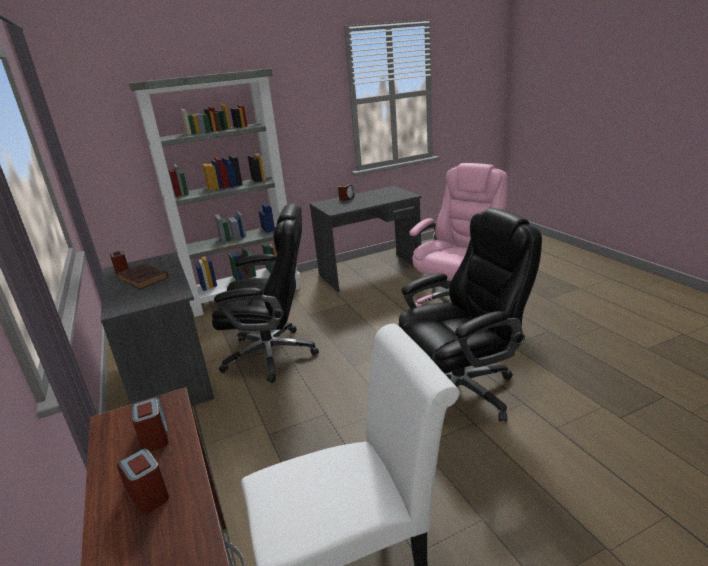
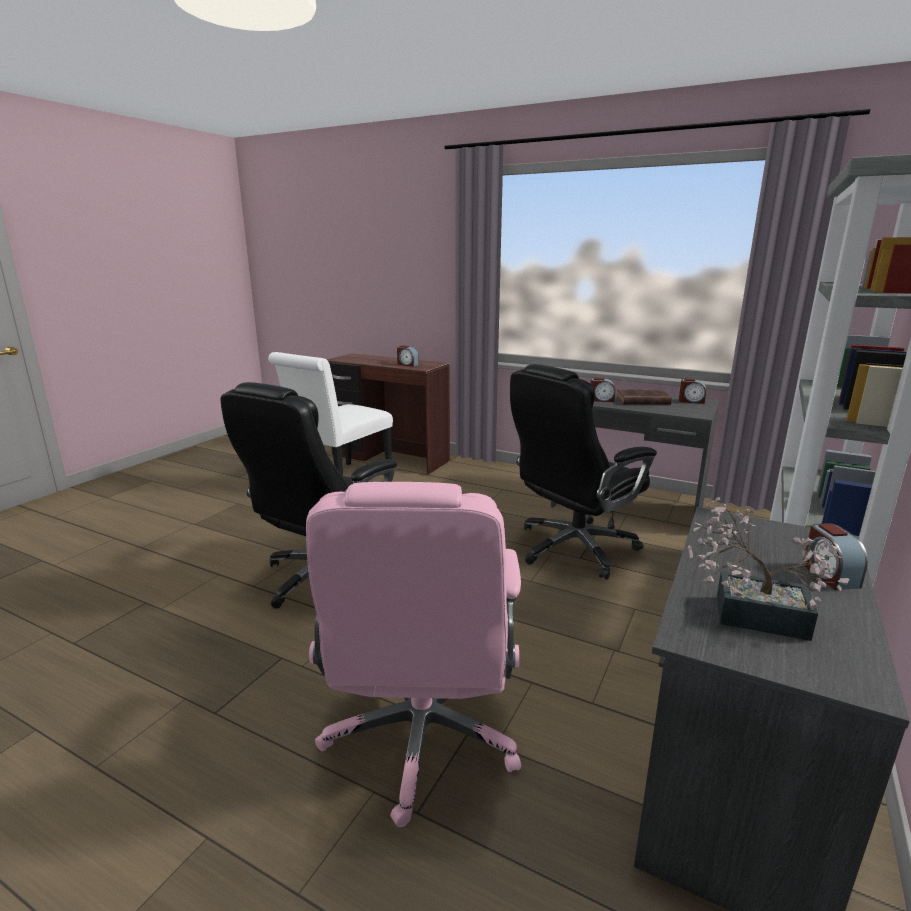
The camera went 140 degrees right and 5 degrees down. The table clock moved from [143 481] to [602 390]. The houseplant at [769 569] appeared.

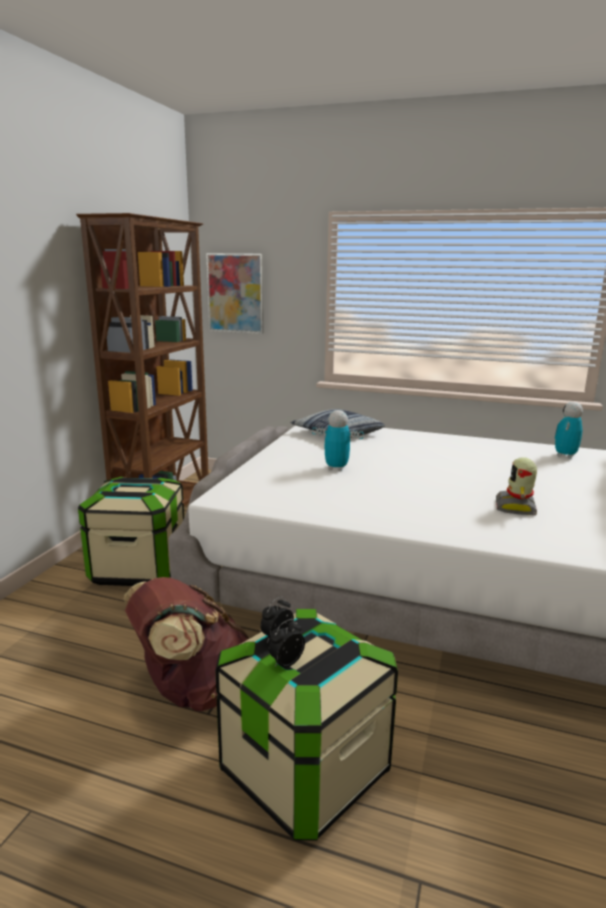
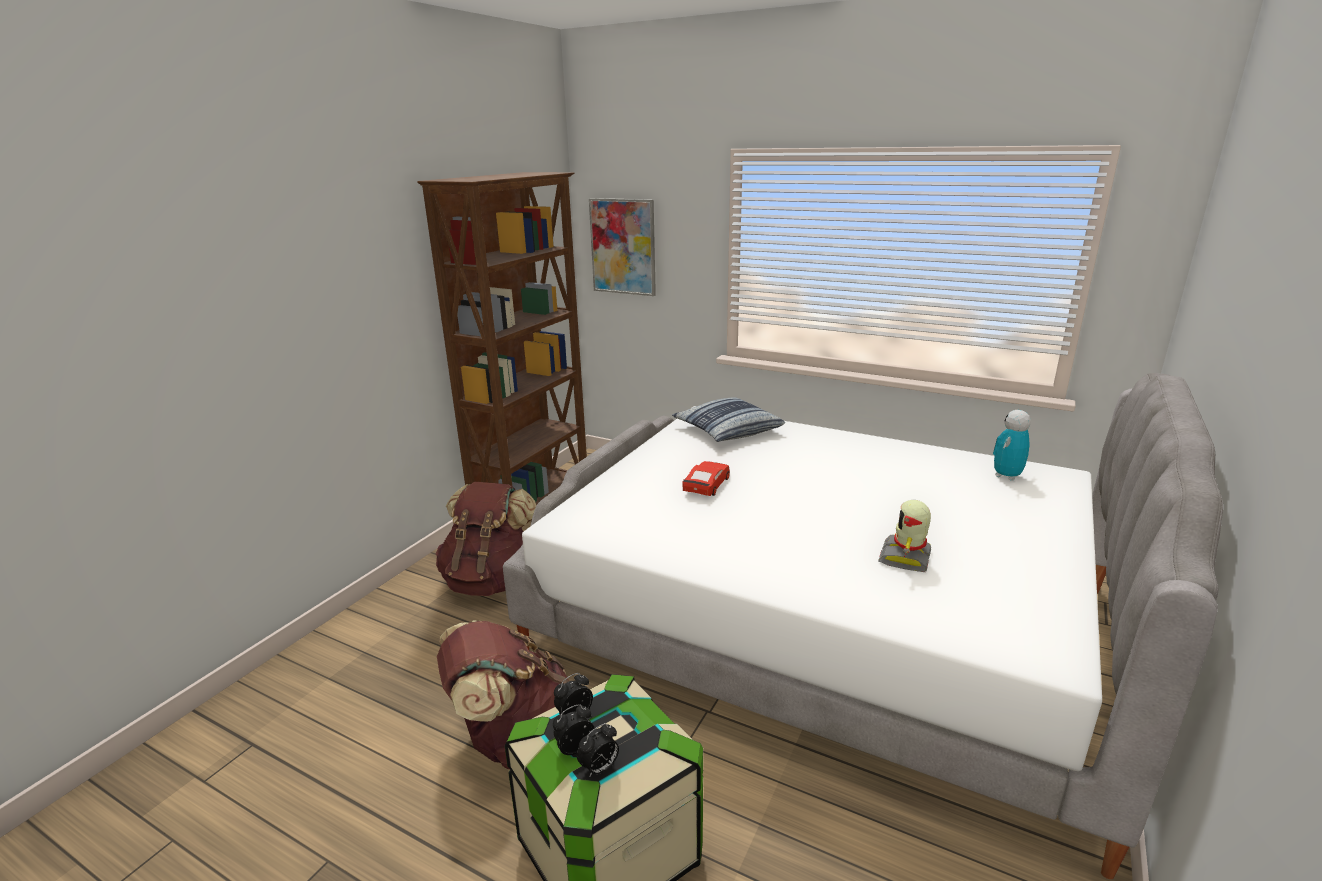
The camera went 10 degrees right and 5 degrees up. The toy robot at [338 440] was replaced by the red-coloured toy car at [706 478]. The storage bin at [131 531] was replaced by the brownish knapsack at [486 539]. The table clock at [598 749] appeared.

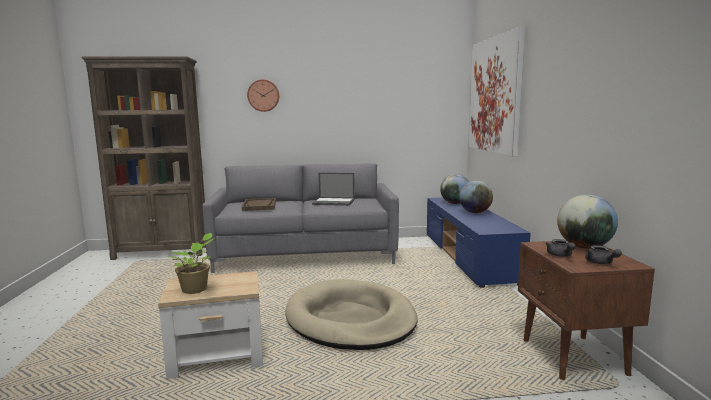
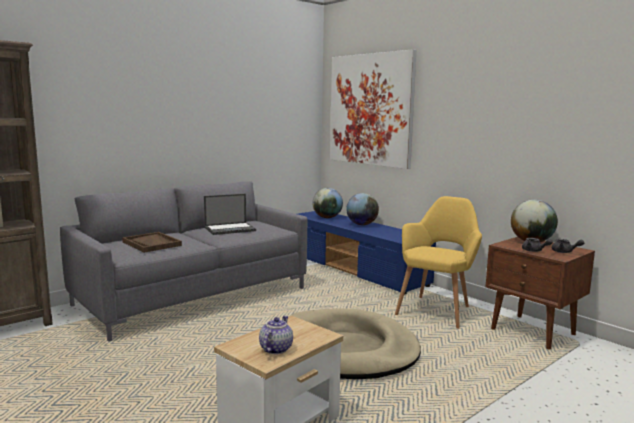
The camera went 35 degrees left and 0 degrees up. The hanging clock at [263 95] disappeared. The houseplant at [191 263] was replaced by the teapot at [276 335]. The yellowish armchair at [438 262] appeared.

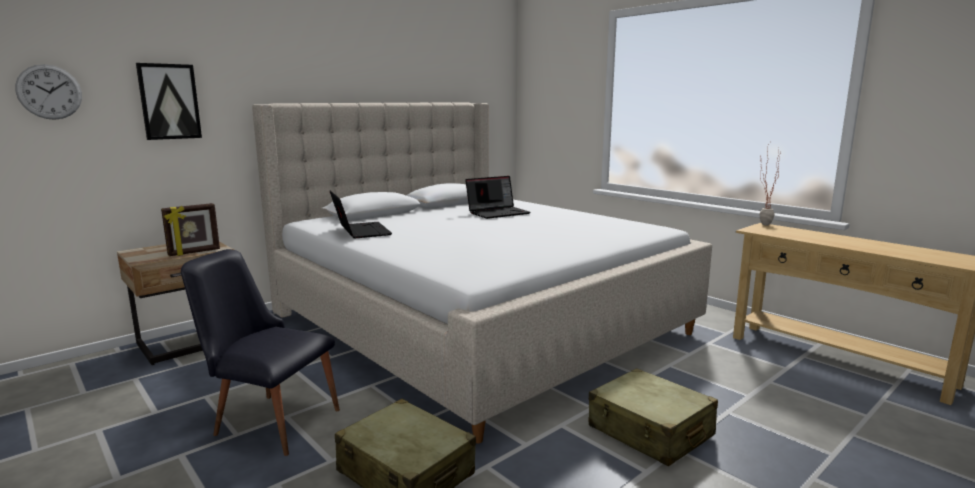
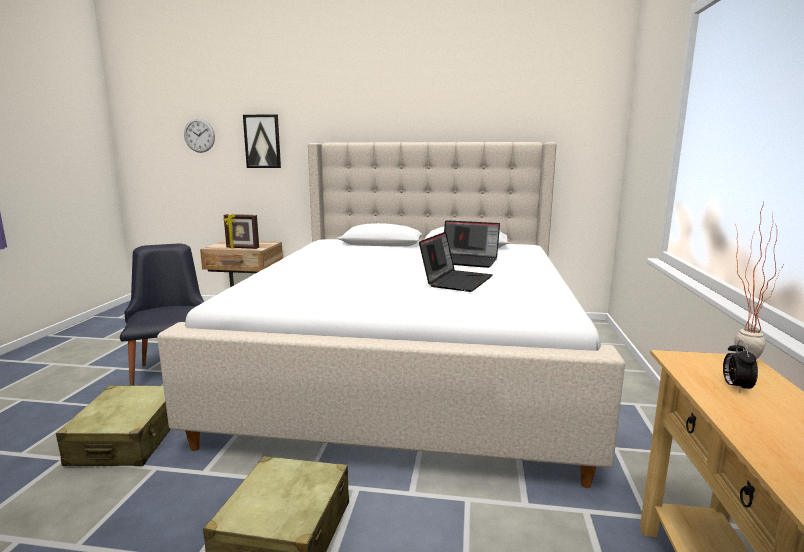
The camera went 50 degrees right and 0 degrees up. The portable computer moved from [361 214] to [455 262]. The table clock at [740 366] appeared.

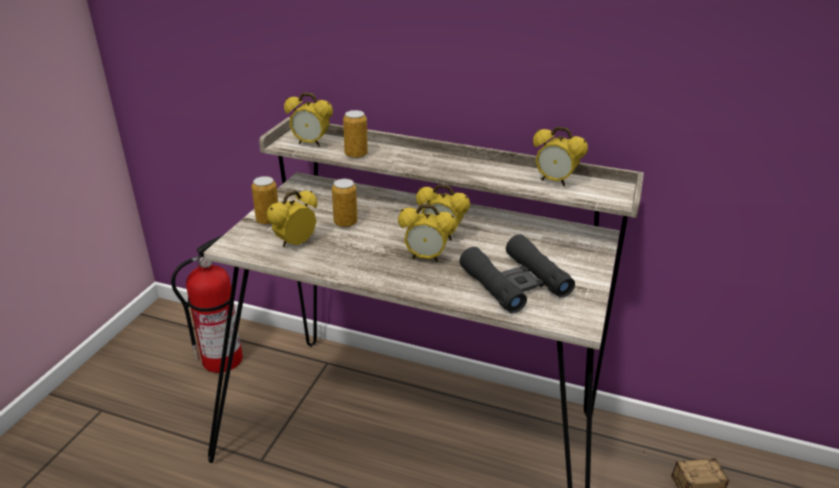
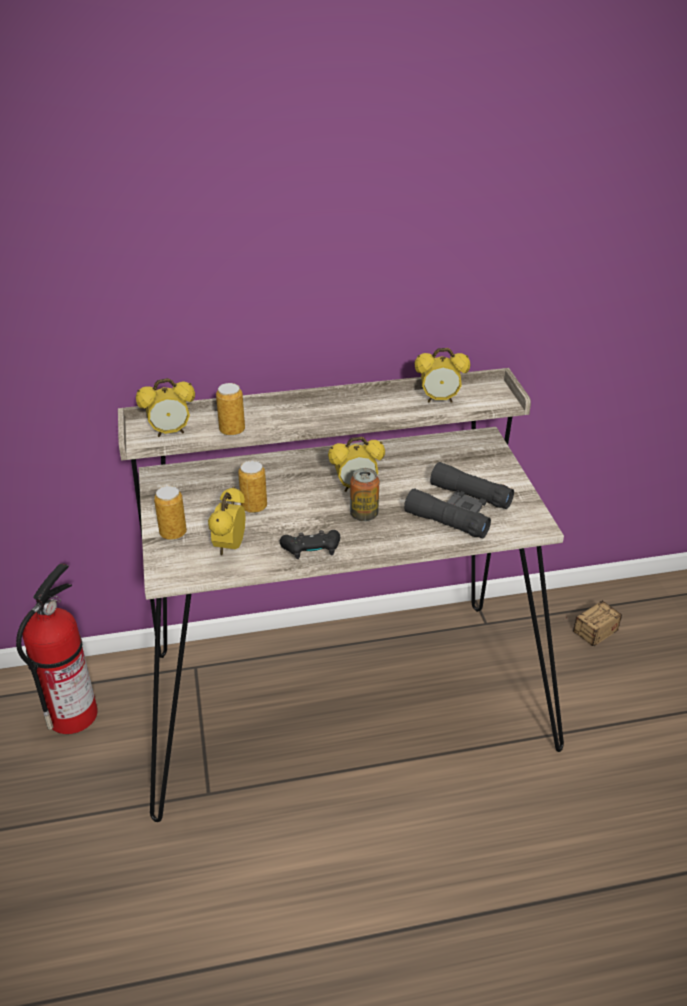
The camera went 30 degrees left and 5 degrees up. The table clock at [427 233] was replaced by the can at [364 494]. The black gamepad at [310 544] appeared.

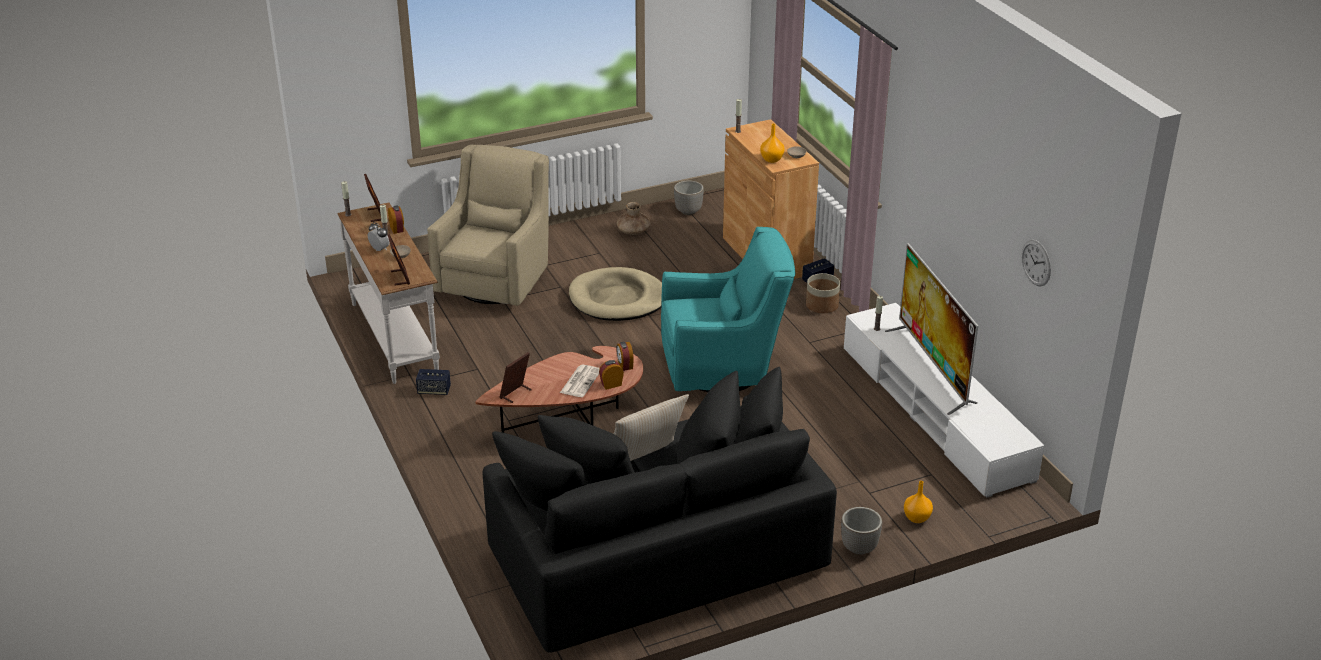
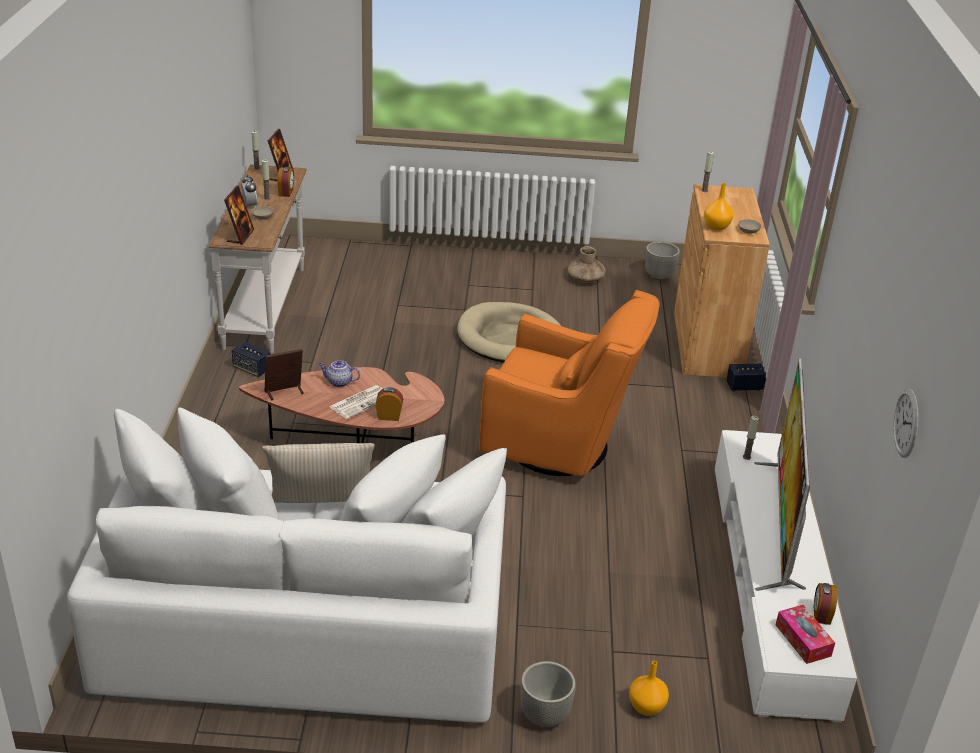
The camera went 25 degrees right and 0 degrees up. The beige armchair at [488 225] disappeared. The blue-green armchair at [728 309] became the orangey armchair at [569 383]. The planter at [823 293] disappeared. The table clock moved from [625 356] to [826 604]. The black settee at [660 510] became the white-coloured settee at [287 565]. The teapot at [339 373] appeared. The box of tissues at [805 634] appeared.

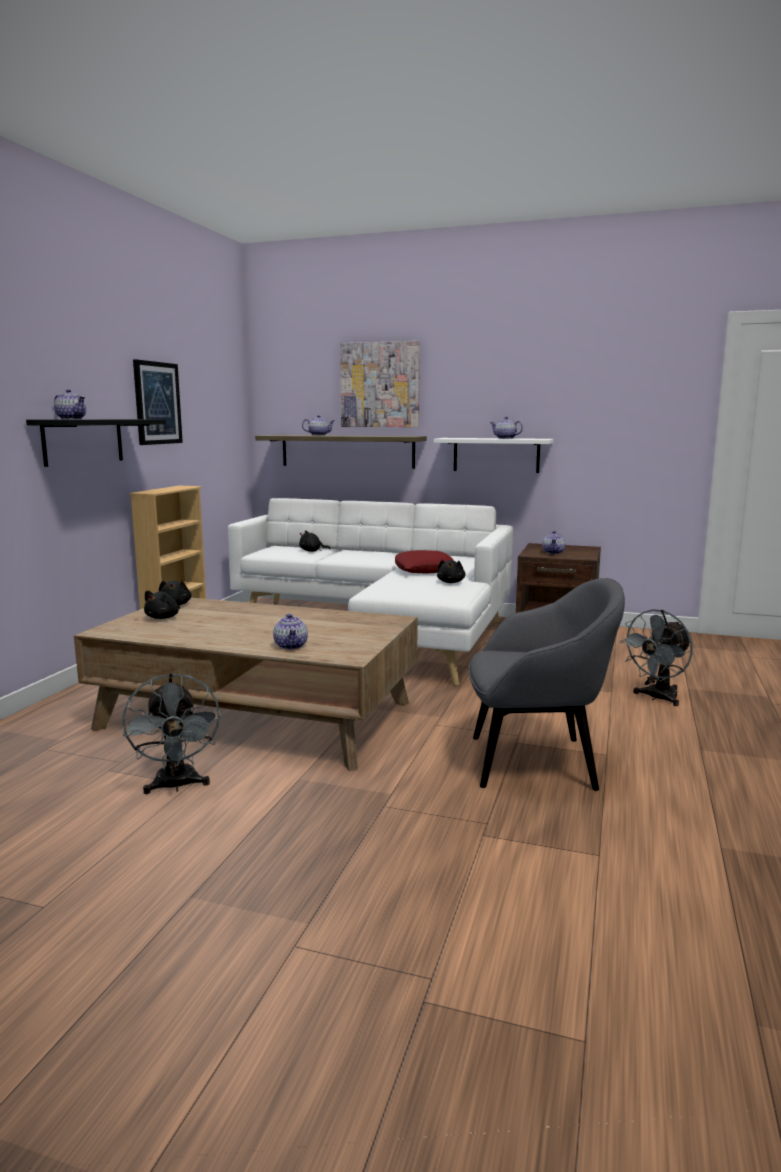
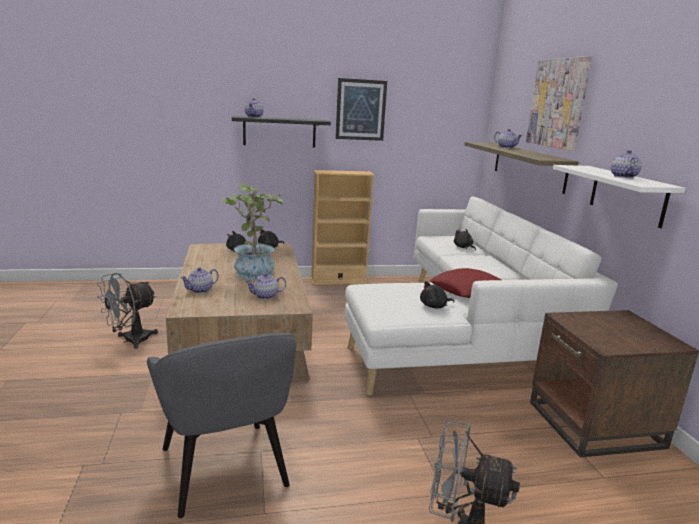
The camera went 60 degrees right and 5 degrees up. The teapot moved from [553 542] to [265 286]. The houseplant at [250 231] appeared.

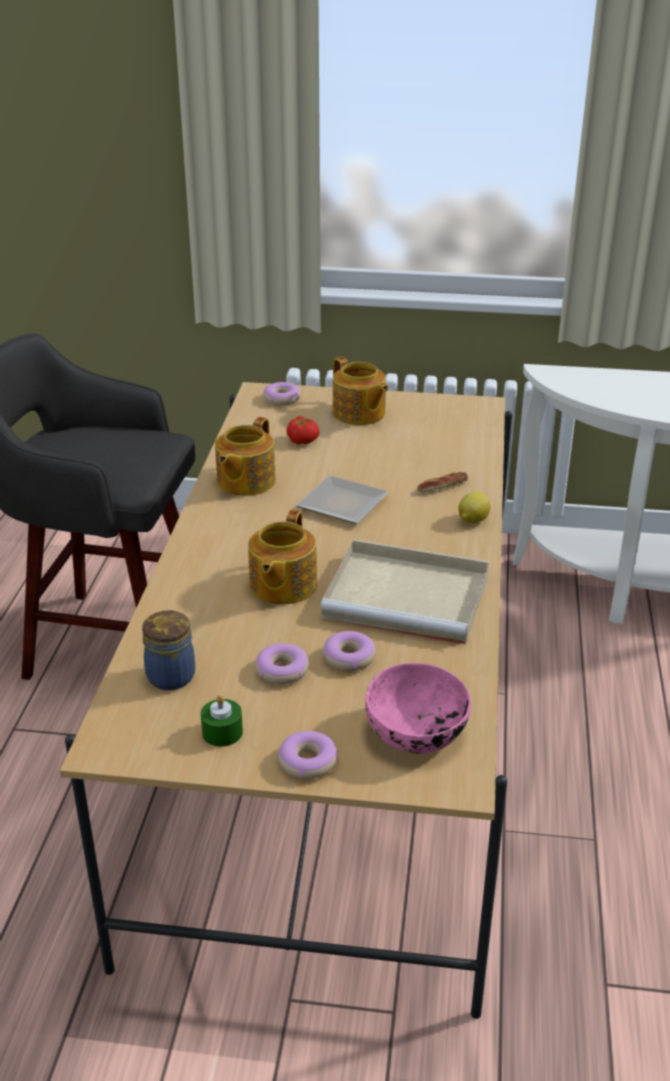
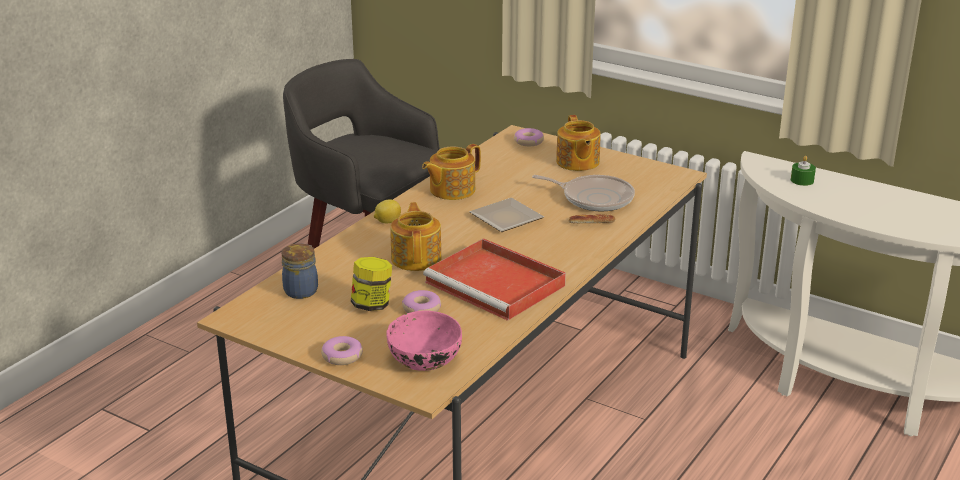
The camera went 25 degrees right and 5 degrees down. The fresh tomato at [303 430] disappeared. The lemon moved from [474 507] to [387 211]. The teapot at [282 557] turned 135 degrees clockwise. The beige tray at [404 591] became the red-coloured tray at [494 279]. The ring doughnut at [282 663] was replaced by the storage jar at [371 284]. The greenish candle moved from [222 721] to [803 171]. The frying pan at [583 193] appeared.

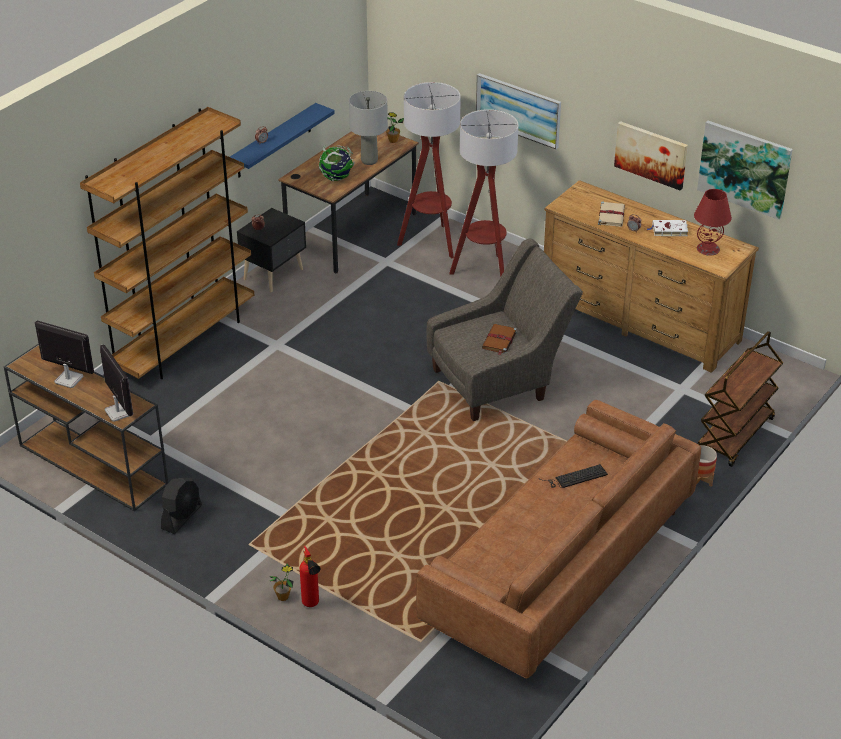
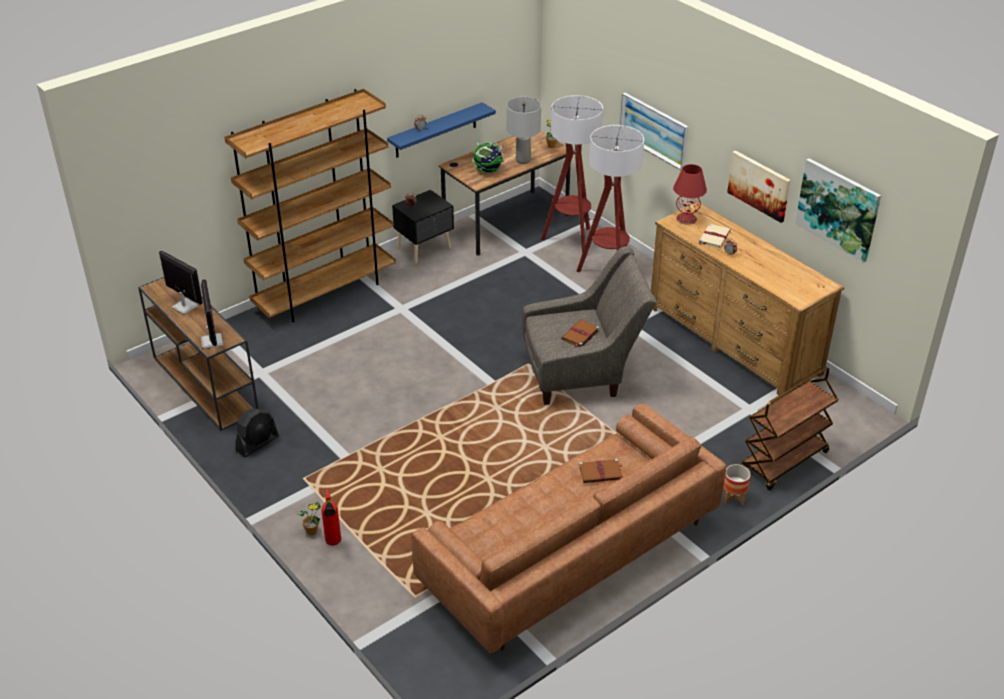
The camera went 15 degrees right and 0 degrees up. The red-coloured table lamp moved from [713 222] to [690 194]. The white-coloured volume at [667 228] disappeared. The keyboard at [573 476] was replaced by the brownish volume at [601 471].

